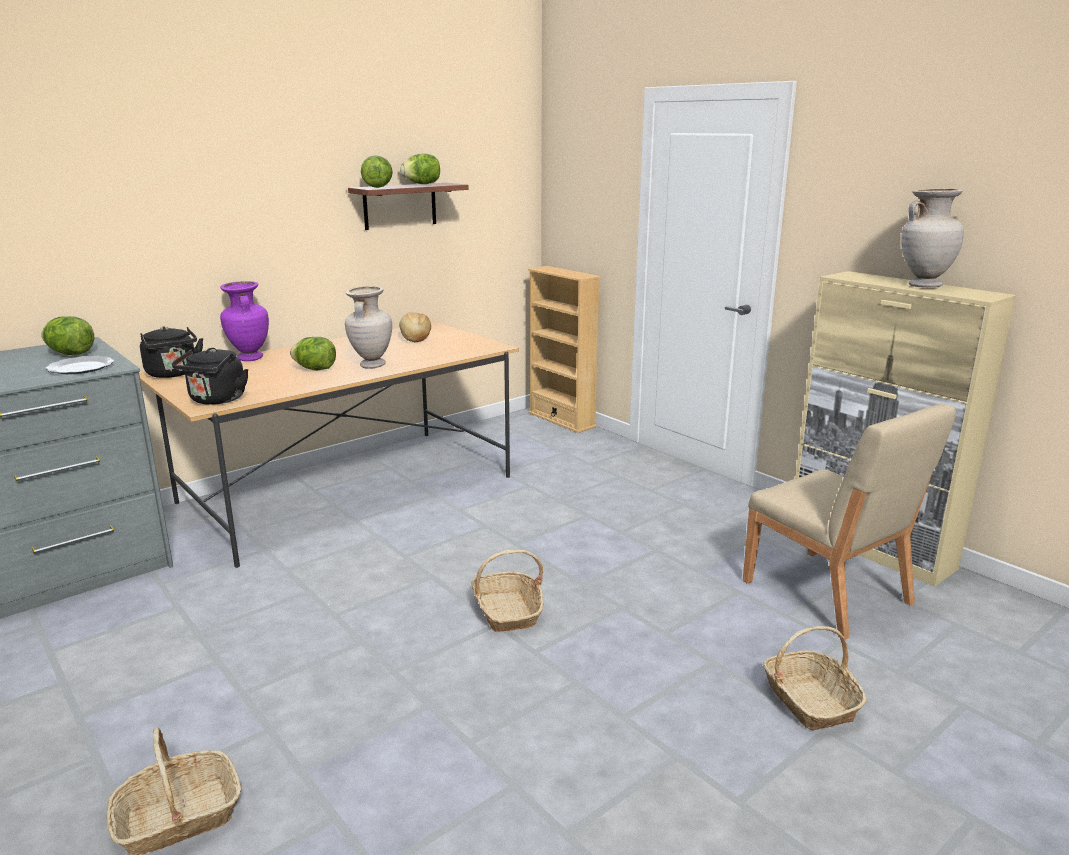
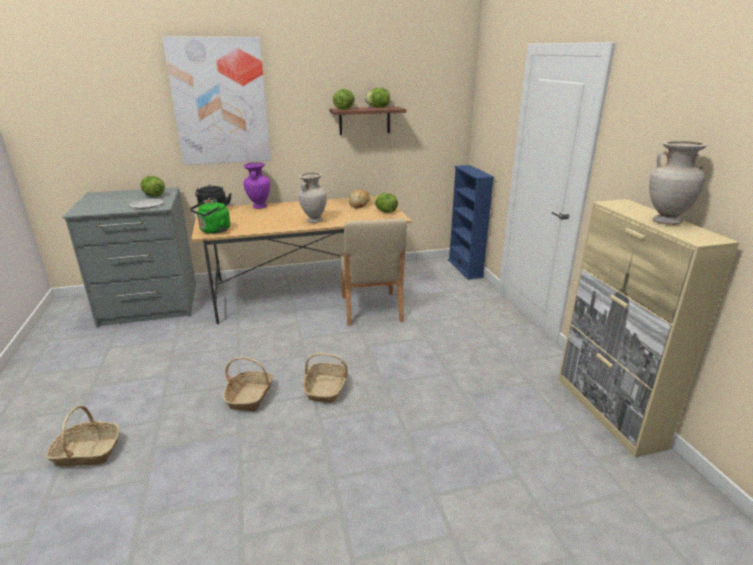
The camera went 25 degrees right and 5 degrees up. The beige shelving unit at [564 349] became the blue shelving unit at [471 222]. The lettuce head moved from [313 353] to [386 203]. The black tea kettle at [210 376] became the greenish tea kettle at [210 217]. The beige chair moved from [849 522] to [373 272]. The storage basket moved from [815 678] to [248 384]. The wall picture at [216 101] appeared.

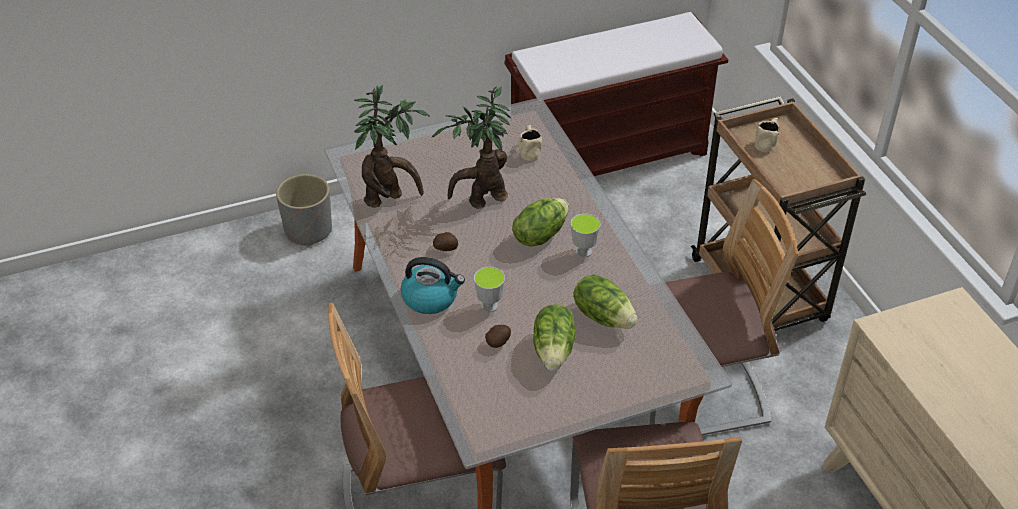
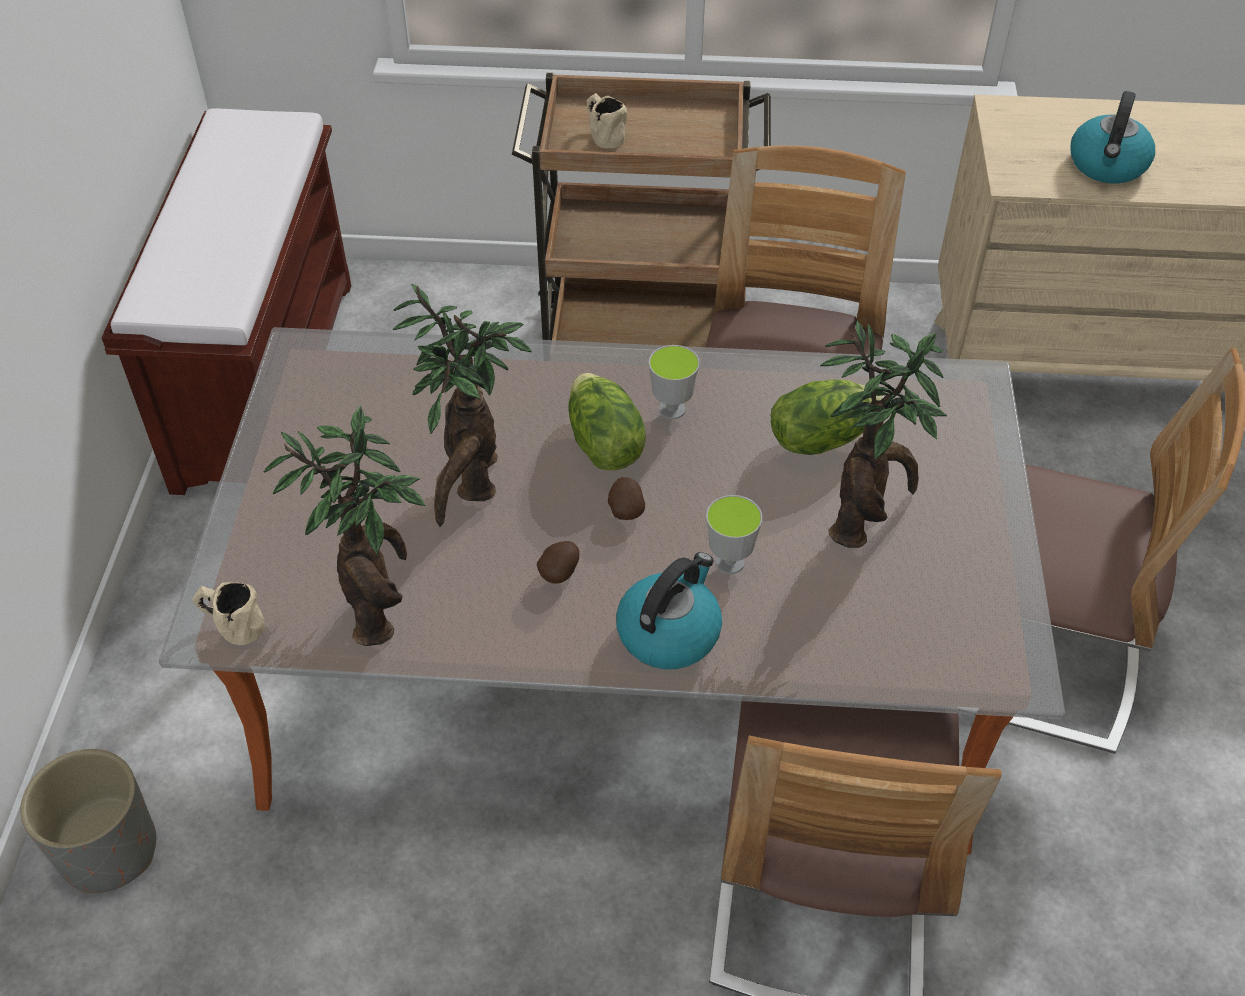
The camera went 65 degrees left and 5 degrees up. The beige tea mug moved from [530 143] to [228 613]. The lettuce head at [554 337] was replaced by the houseplant at [883 434]. The spud moved from [498 336] to [626 498]. The tea kettle at [1112 137] appeared.

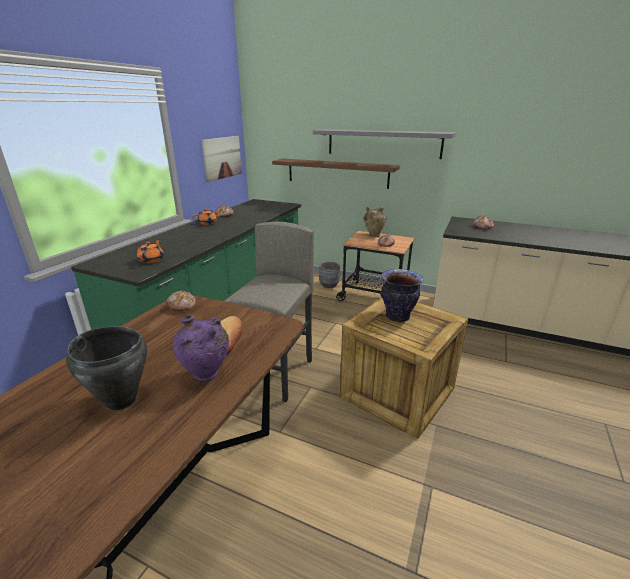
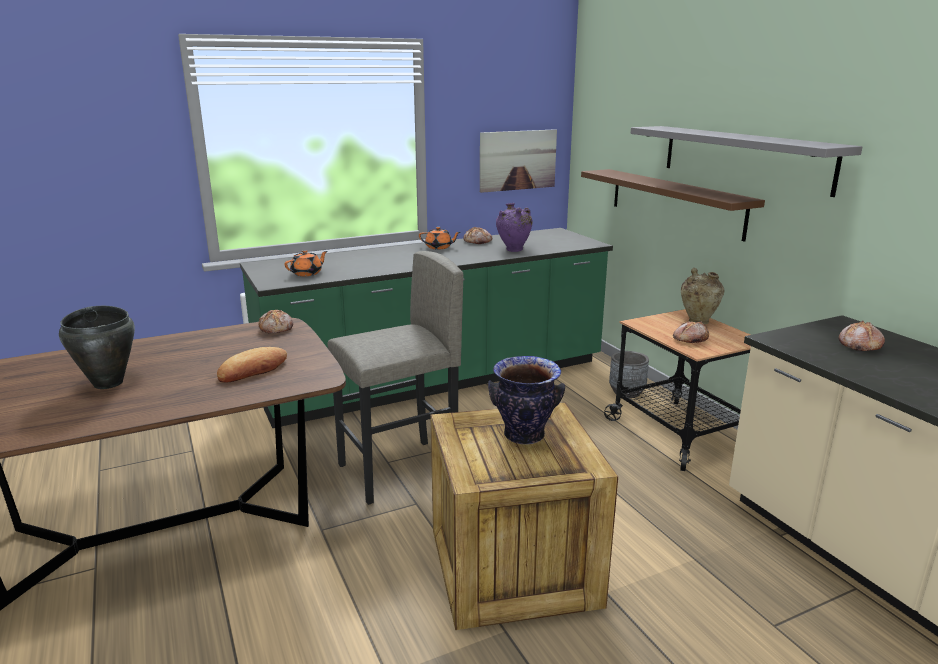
The camera went 40 degrees right and 5 degrees down. The purplish decorative vase moved from [201 348] to [514 227].

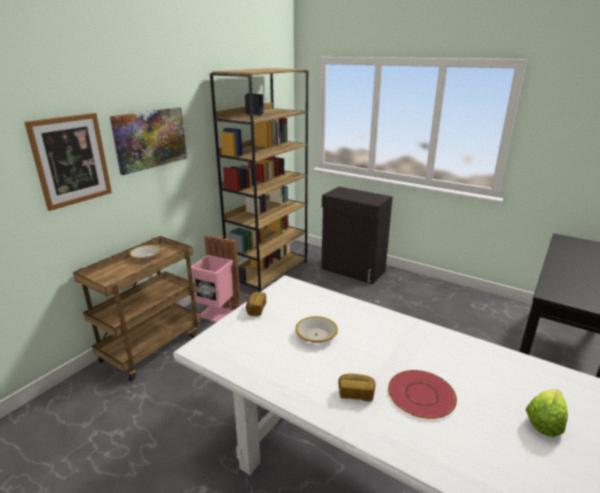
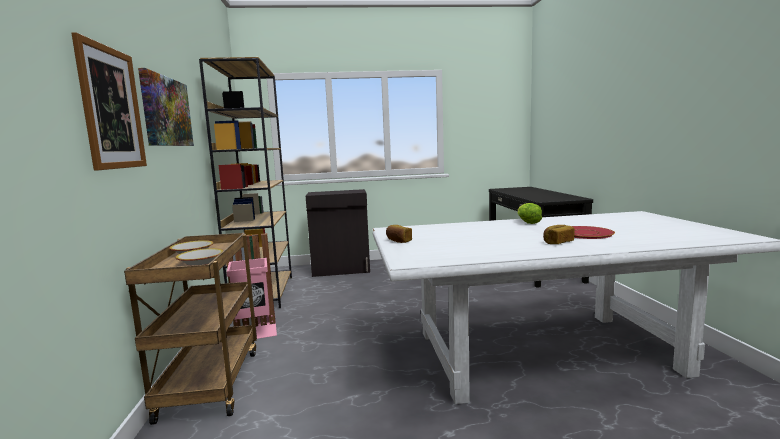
The camera went 40 degrees left and 15 degrees down. The bowl moved from [316 329] to [199 257]. The lettuce head moved from [546 413] to [529 213].

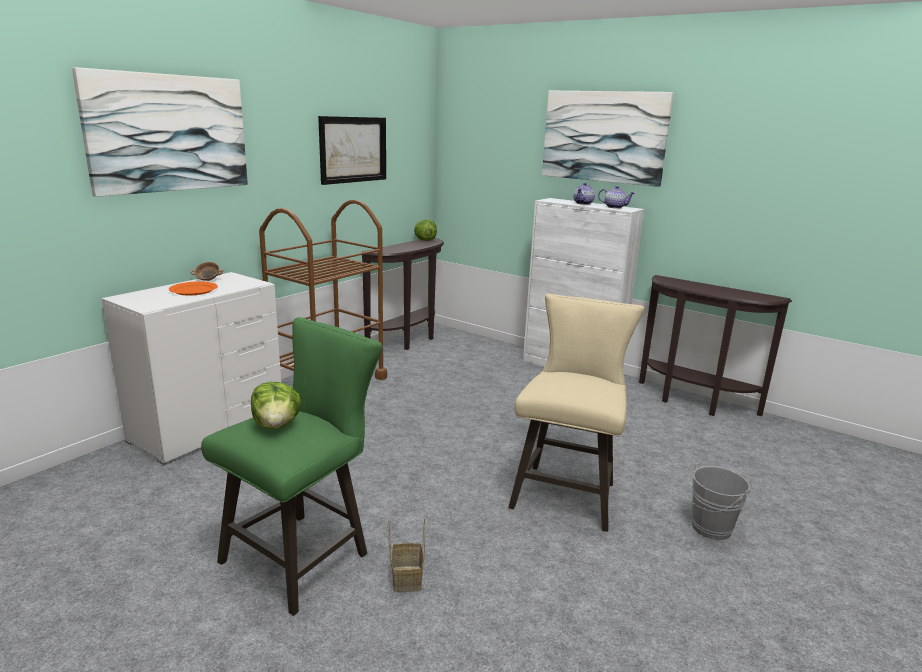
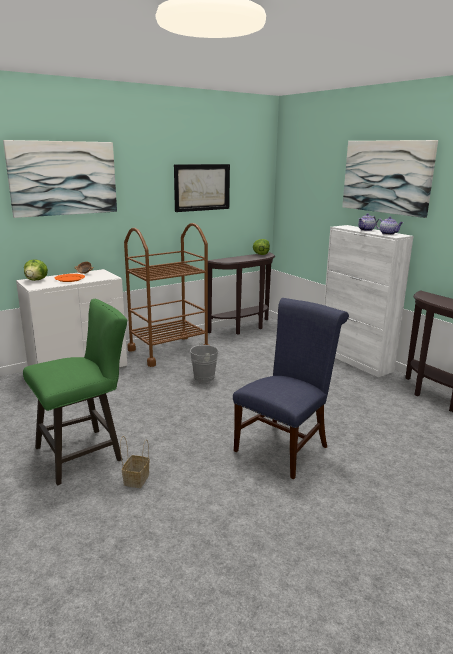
The camera went 20 degrees right and 0 degrees up. The beige sitting stool at [576 413] was replaced by the blue chair at [291 388]. The lettuce head moved from [276 405] to [36 270]. The gray water bucket moved from [717 501] to [201 362].

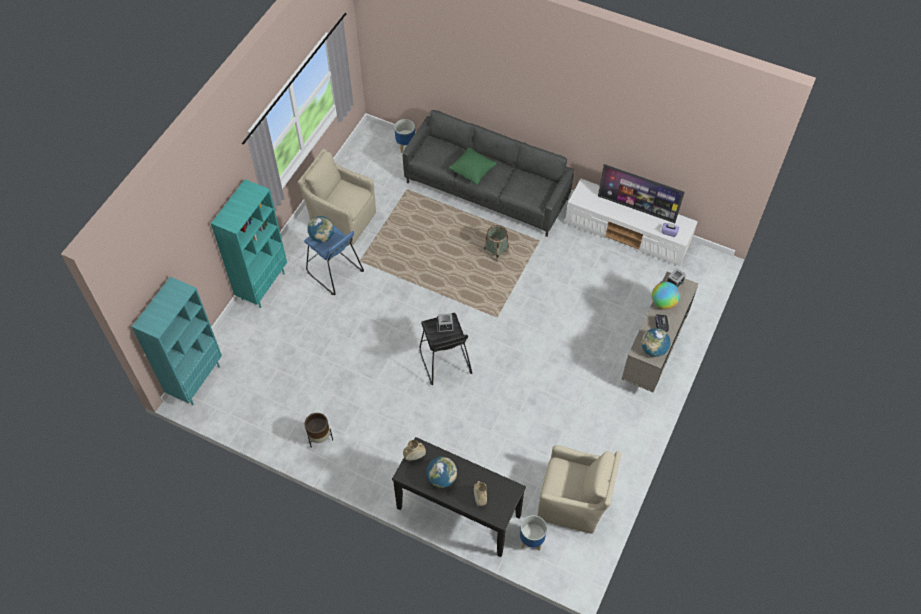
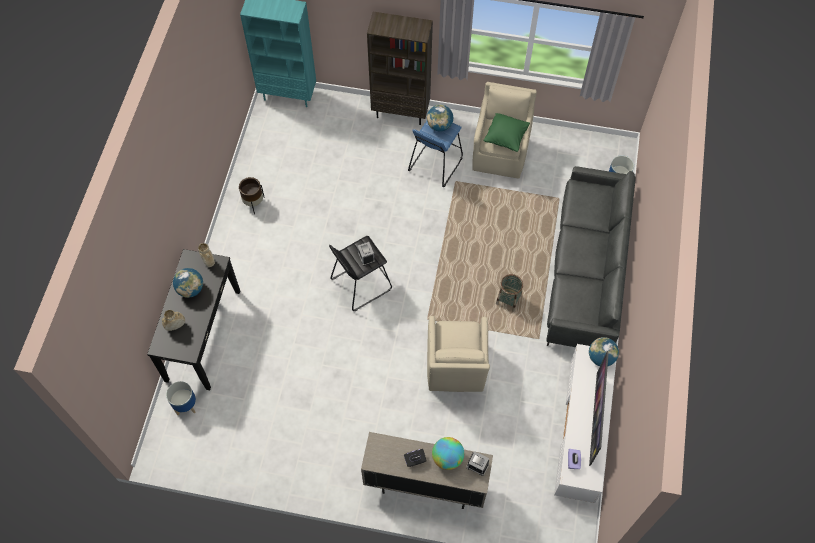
The camera went 75 degrees right and 5 degrees up. The greenish cushion moved from [473 166] to [507 132]. The blue-green shelving unit at [249 243] became the brownish shelving unit at [400 68]. The desk globe moved from [656 342] to [604 351]. The beige armchair moved from [579 489] to [458 354].

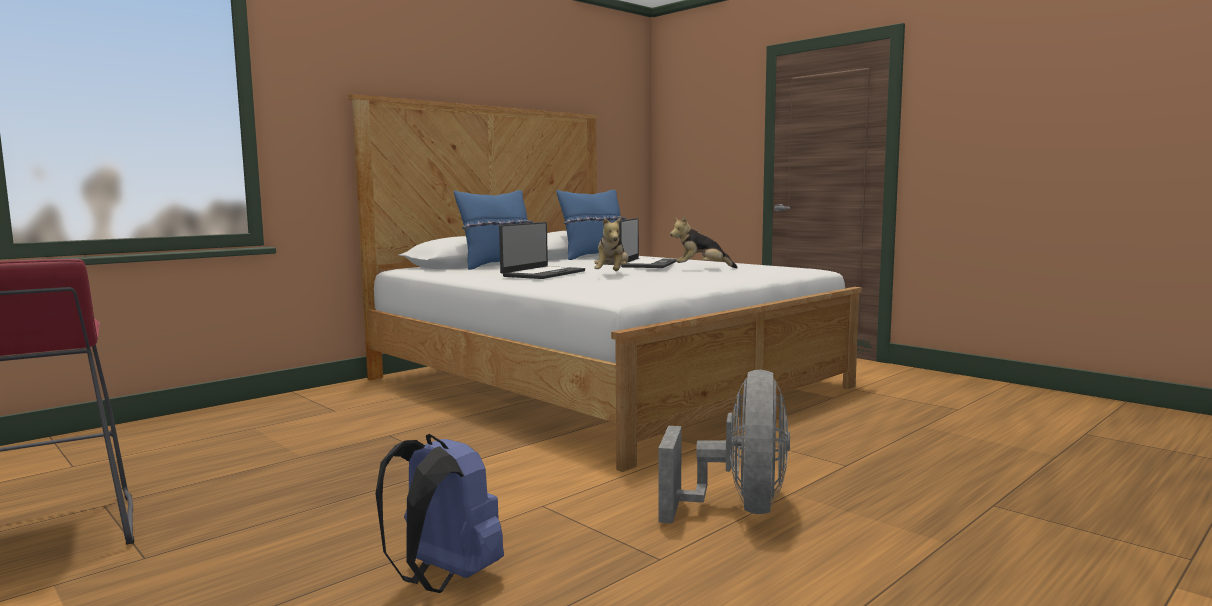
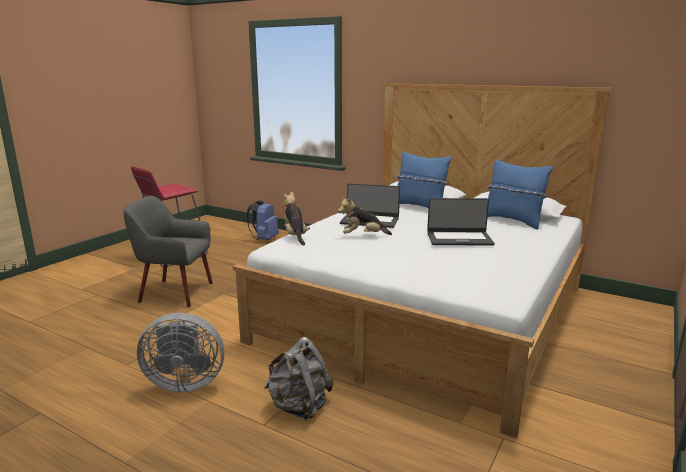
The camera went 75 degrees right and 10 degrees up. The soft toy moved from [704 242] to [296 218]. The blue knapsack moved from [439 513] to [263 220]. The gray armchair at [168 251] appeared. The gray knapsack at [299 379] appeared.

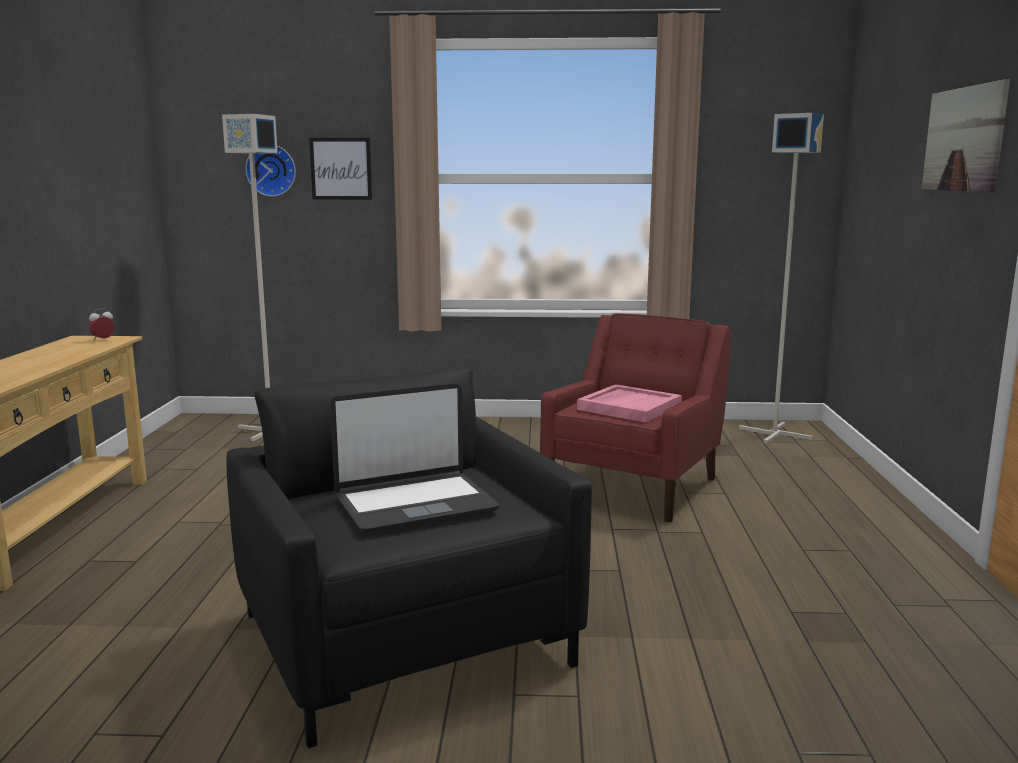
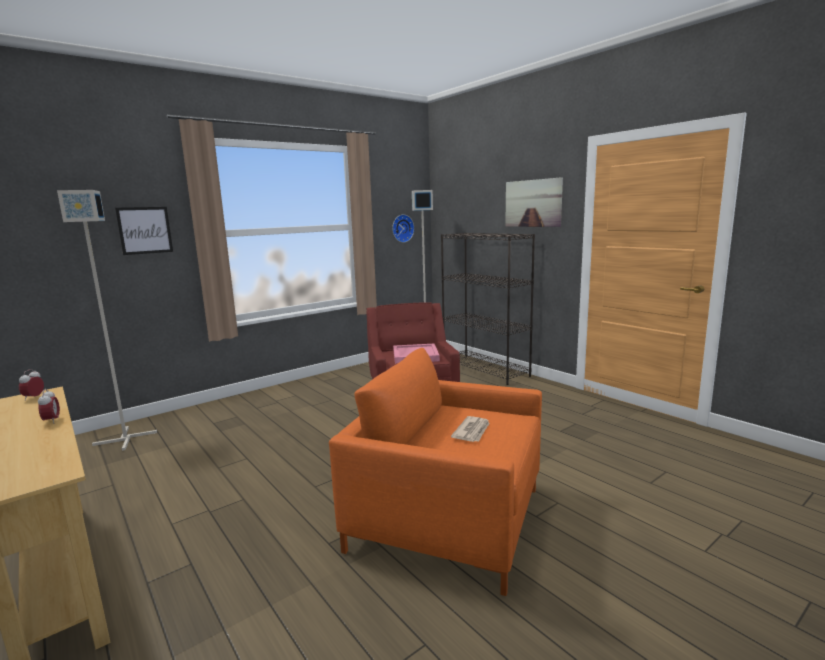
The camera went 40 degrees left and 0 degrees up. The hanging clock moved from [270 171] to [403 228]. The black armchair at [409 558] became the orangey armchair at [435 472]. The portable computer at [414 458] was replaced by the daily paper at [470 429]. The black shelving unit at [488 308] appeared. The table clock at [49 406] appeared.

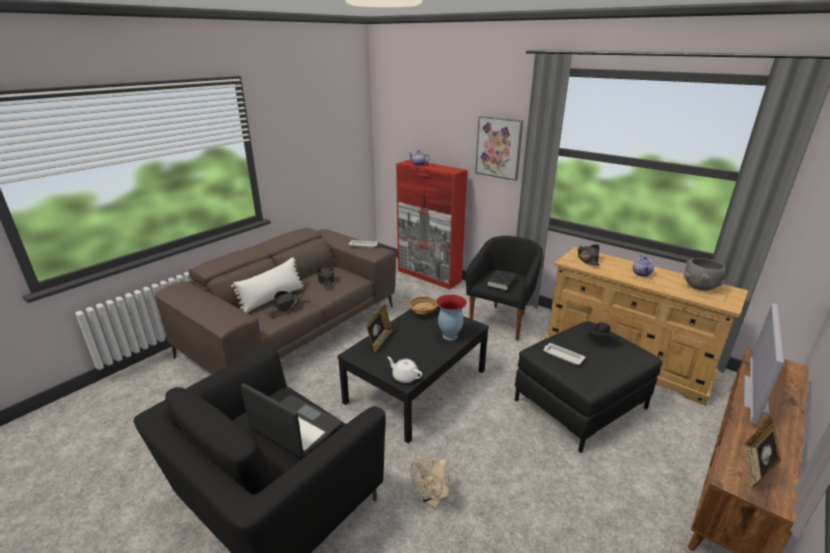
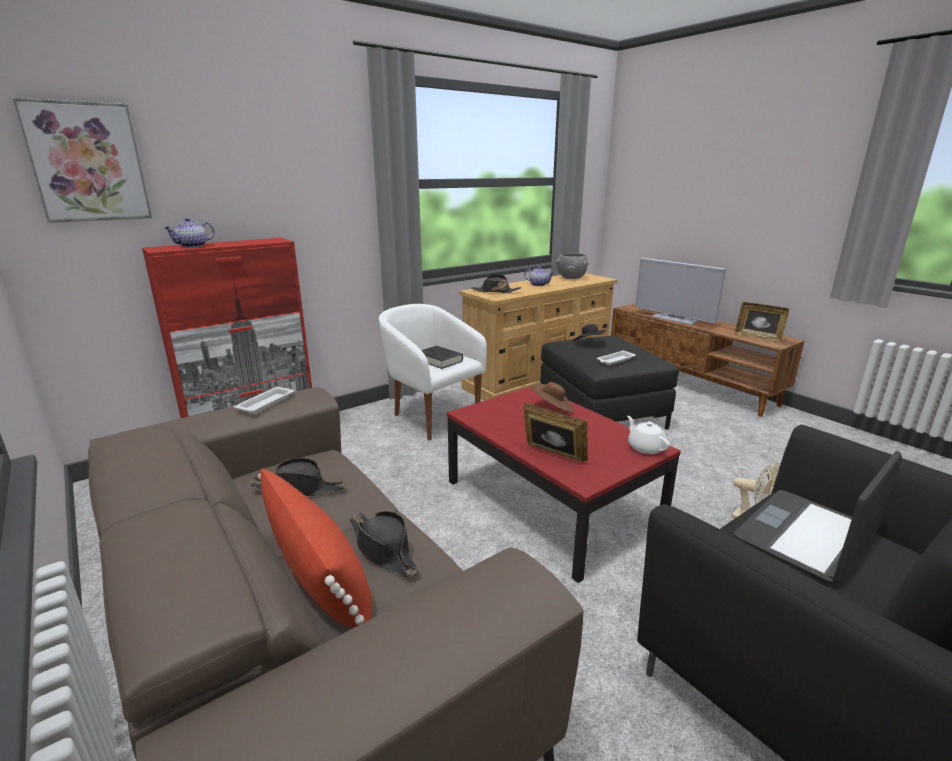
The camera went 75 degrees left and 5 degrees down. The wall picture moved from [499 148] to [82 160]. The black armchair at [504 288] became the white-coloured armchair at [433 372]. The white-coloured cushion at [267 285] became the red-coloured cushion at [315 548]. The decorative vase at [451 317] was replaced by the brownish clothing hat at [552 397]. The beige bowl at [423 305] disappeared. The black low table at [413 374] became the red-coloured low table at [564 484]. The white-coloured teapot at [404 370] turned 105 degrees clockwise.

